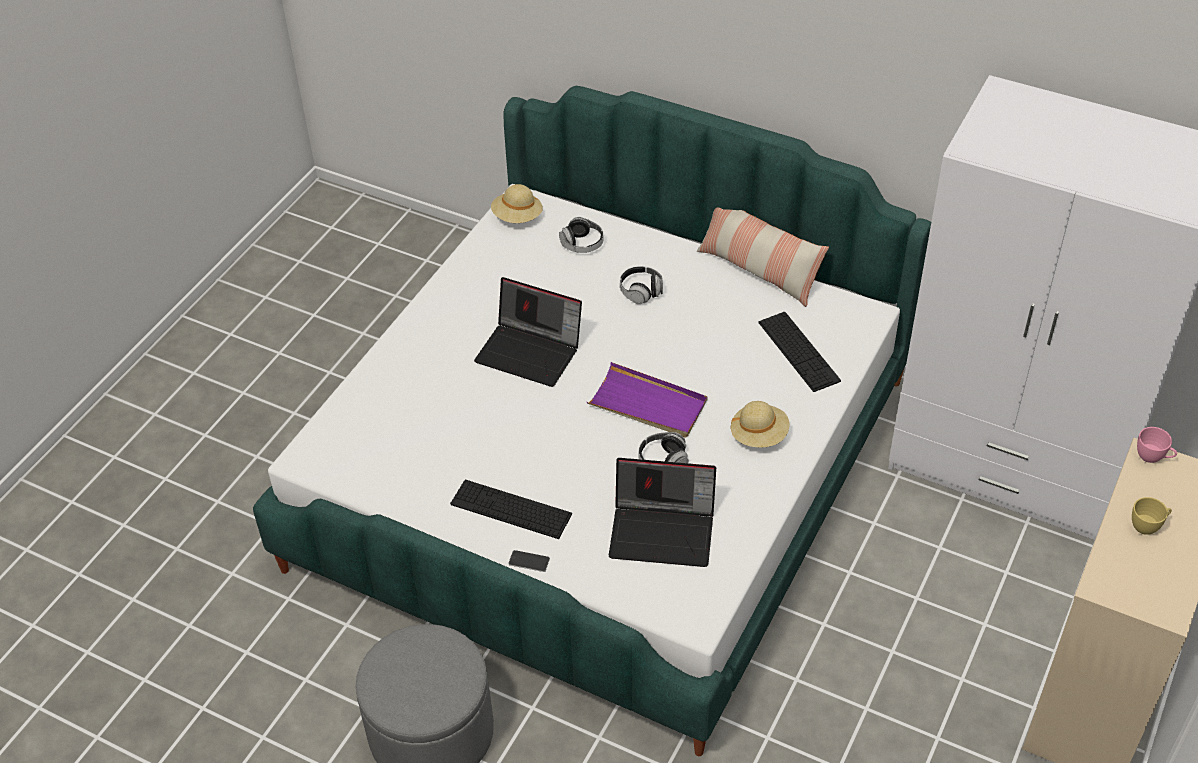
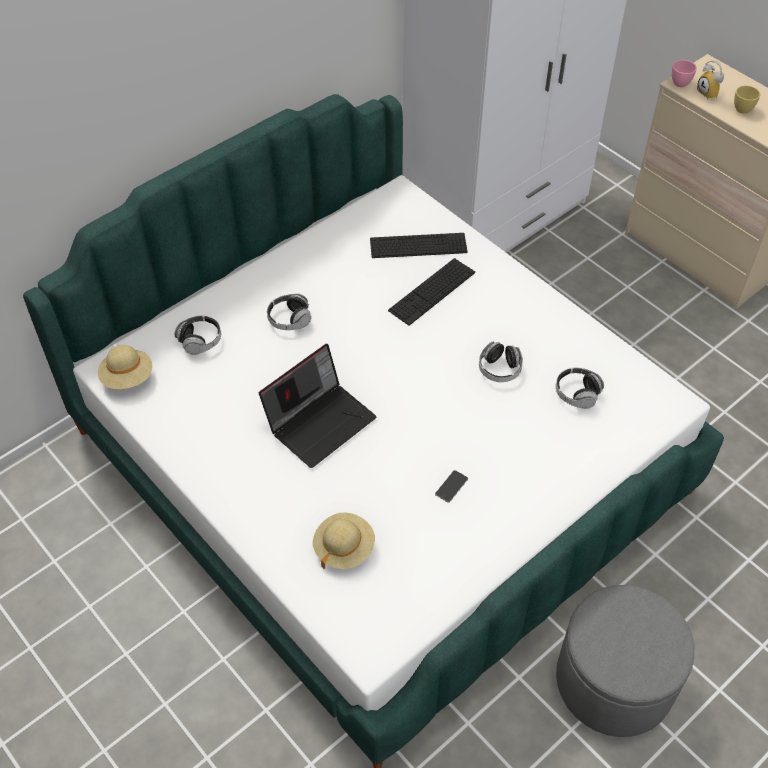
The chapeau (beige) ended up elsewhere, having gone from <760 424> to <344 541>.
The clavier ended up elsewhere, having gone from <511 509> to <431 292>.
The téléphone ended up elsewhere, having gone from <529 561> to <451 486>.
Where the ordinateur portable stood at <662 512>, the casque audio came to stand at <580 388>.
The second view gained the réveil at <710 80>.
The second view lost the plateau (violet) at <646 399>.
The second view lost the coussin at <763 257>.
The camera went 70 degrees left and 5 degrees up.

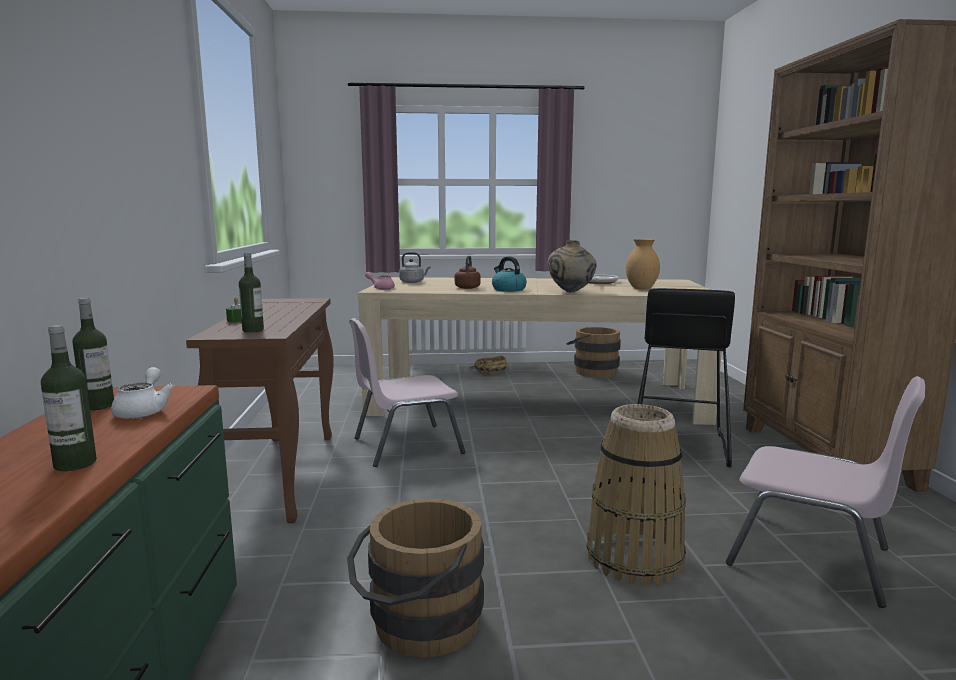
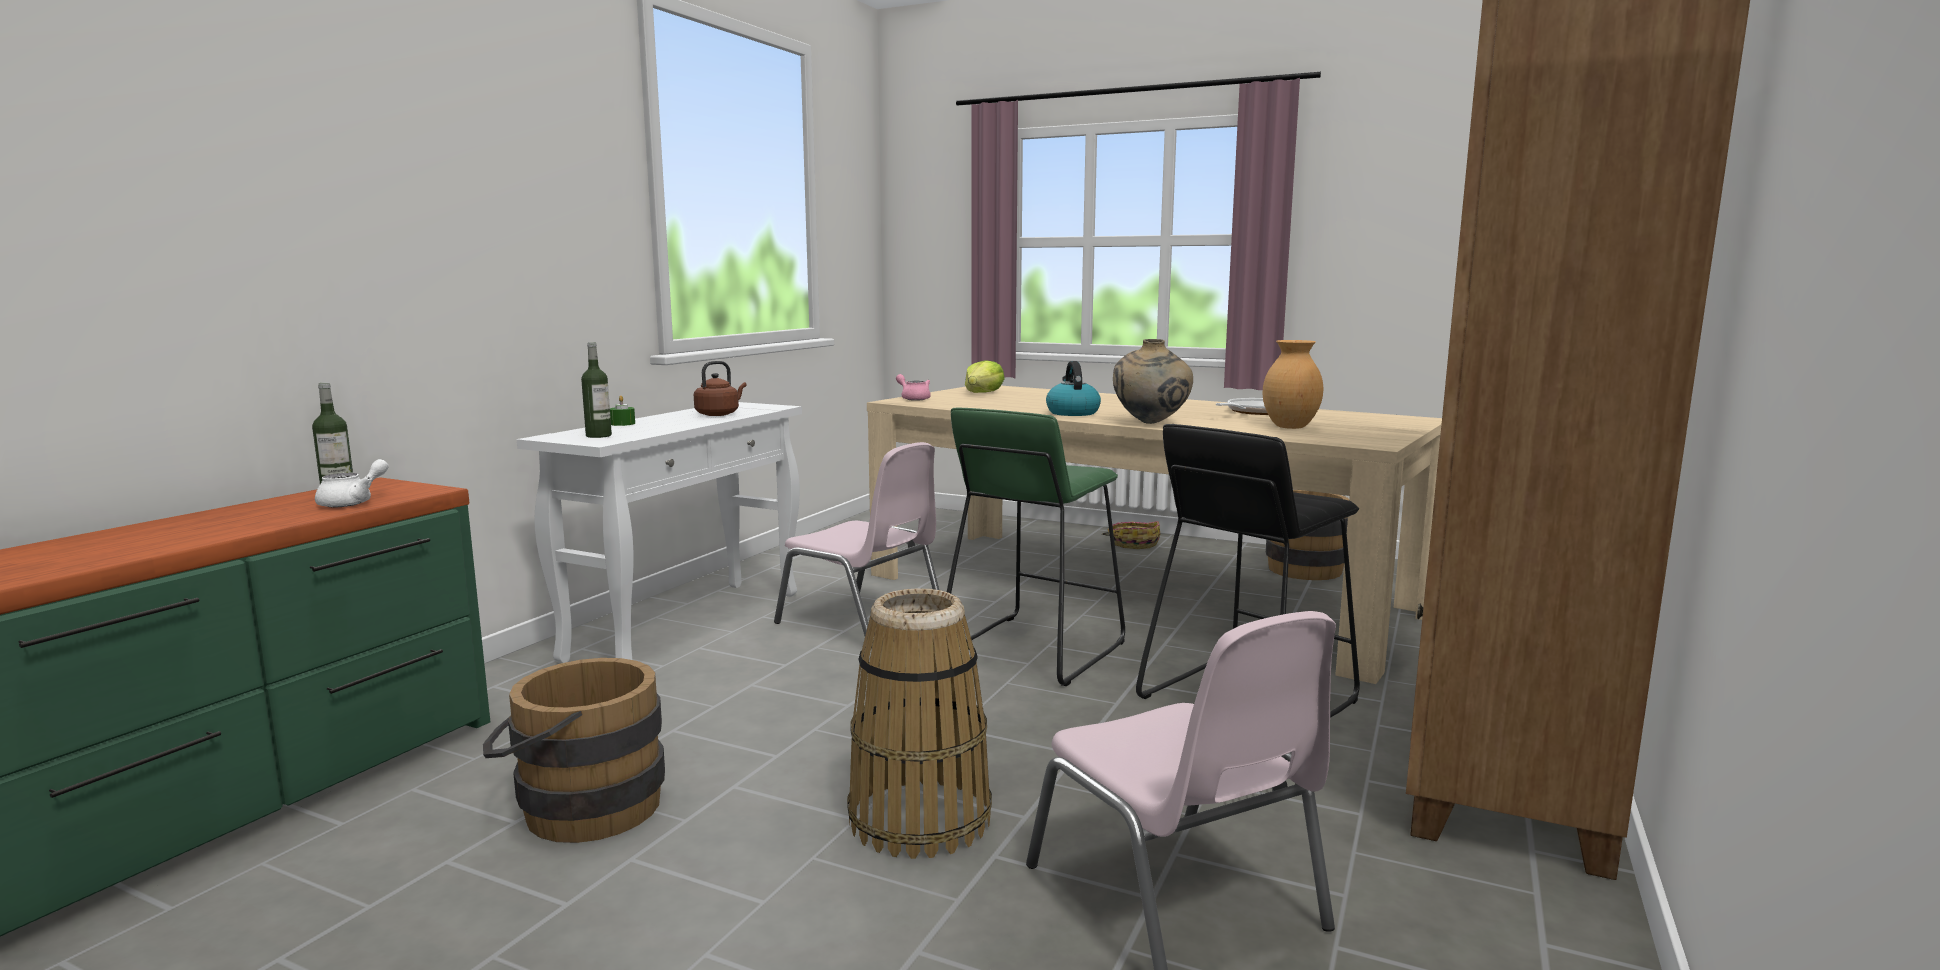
What was the table console (marron) at <260 410> turned into the table console (blanc) at <659 532>.
The bouilloire (marron) ended up elsewhere, having gone from <467 272> to <720 388>.
The chaise (rose) at <407 392> ended up facing another way, 150 degrees counterclockwise from before.
The second view gained the tabouret (vert) at <1036 546>.
Where the bouilloire (gris) stood at <415 267>, the laitue came to stand at <985 376>.
The second view lost the bouteille at <69 398>.
The camera went 30 degrees right and 0 degrees up.

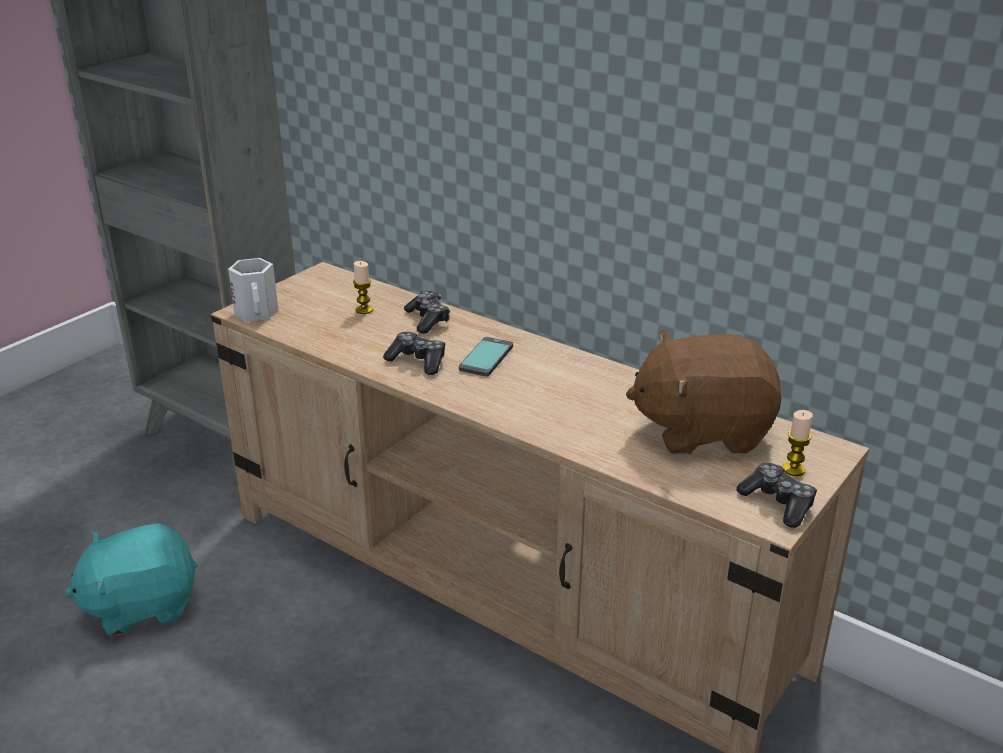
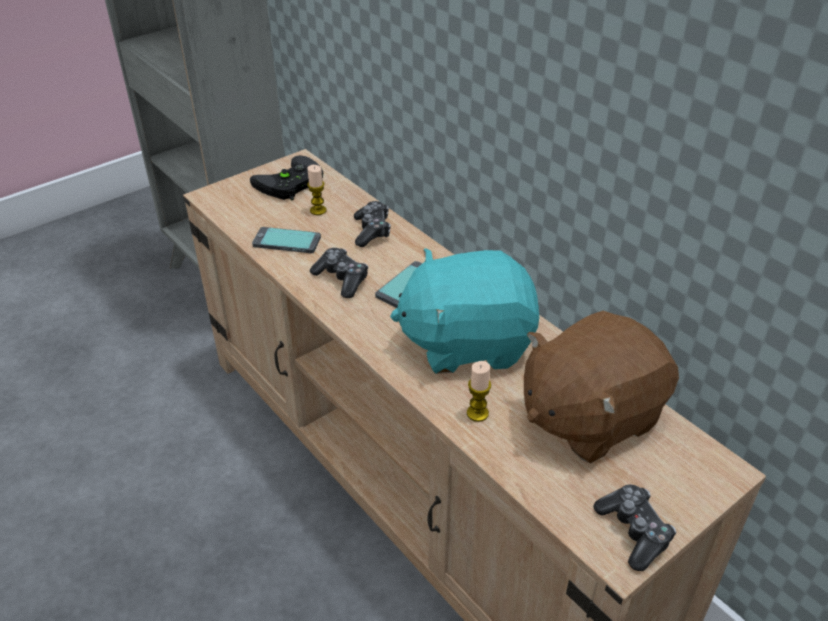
The second view gained the manette (noir) at <286 178>.
The second view gained the téléphone at <286 240>.
The peluche (turquoise) ended up elsewhere, having gone from <131 580> to <464 311>.
The bougie ended up elsewhere, having gone from <798 443> to <479 391>.
The peluche (marron) at <704 392> ended up facing another way, 45 degrees counterclockwise from before.
The second view lost the mug (blanc) at <253 290>.
The camera went 15 degrees right and 10 degrees up.

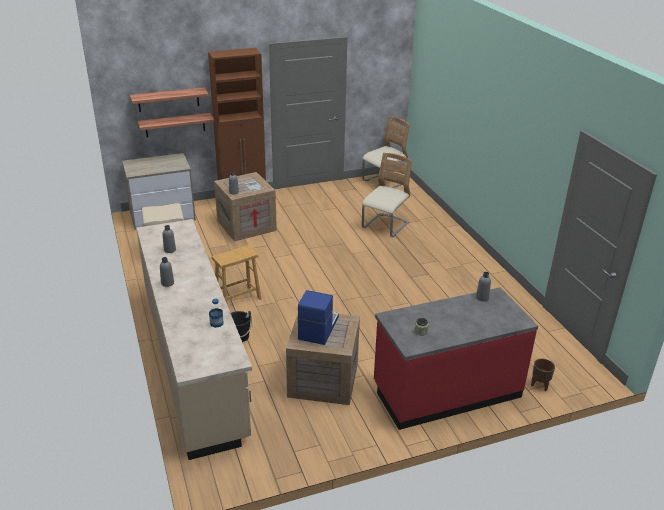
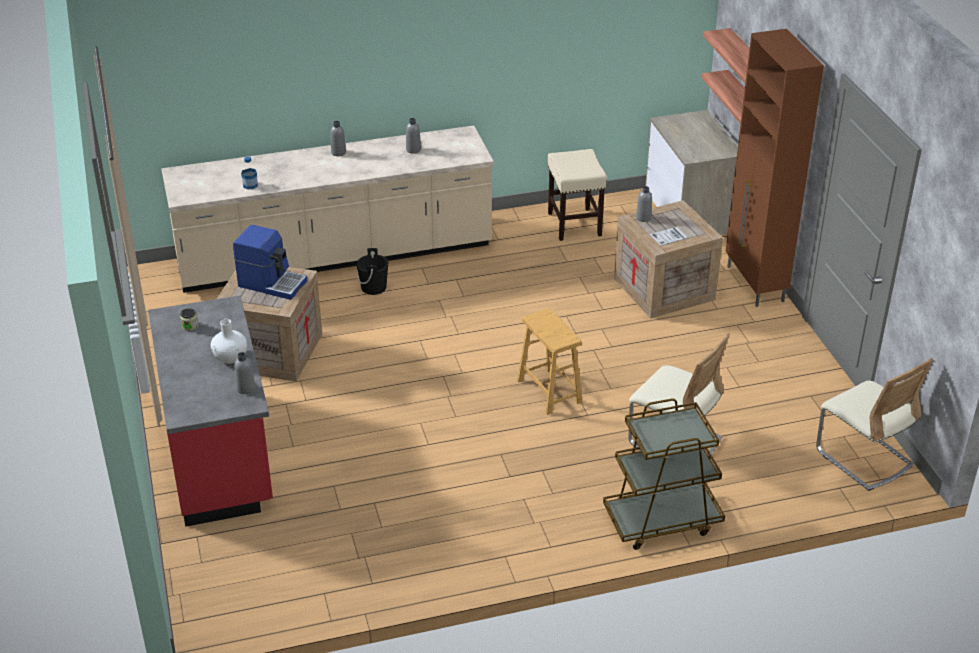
The second view gained the vase (blanc) at <229 341>.
The tabouret (marron) ended up elsewhere, having gone from <237 275> to <549 361>.
The second view gained the chariot (marron) at <664 474>.
The second view lost the cache-pot (marron) at <543 375>.
The camera went 95 degrees right and 5 degrees up.

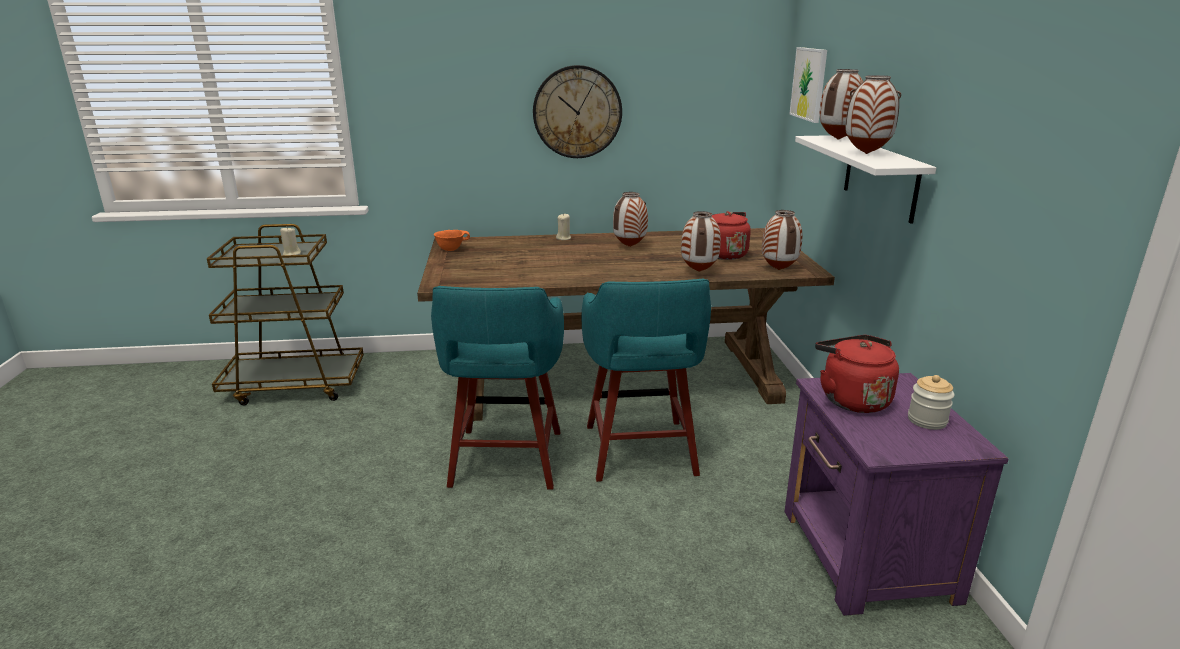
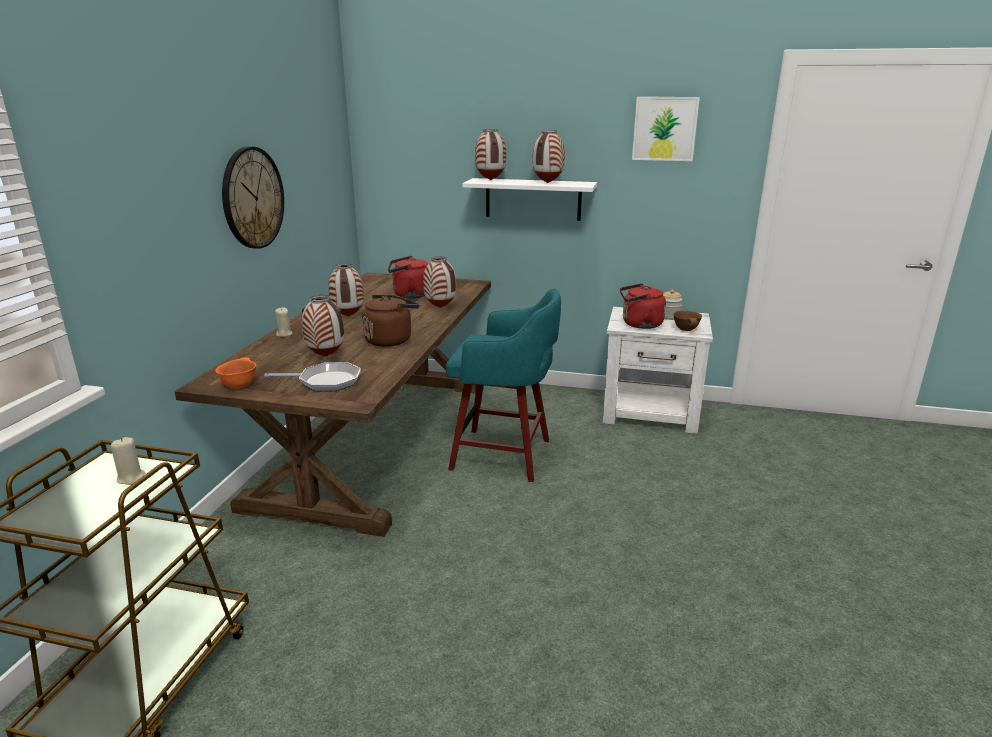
The second view gained the poêle at <312 376>.
The vase ended up elsewhere, having gone from <782 240> to <323 326>.
The second view gained the bouilloire (marron) at <391 321>.
What was the table de chevet (violet) at <896 494> turned into the table de chevet (blanc) at <658 370>.
The tableau ended up elsewhere, having gone from <808 85> to <666 129>.
The second view gained the bol (marron) at <687 321>.
The second view lost the tabouret (turquoise) at <497 387>.
The camera went 70 degrees left and 0 degrees up.

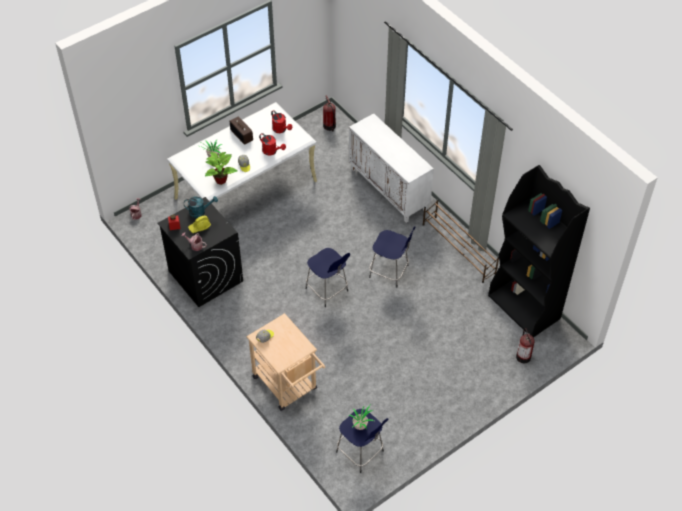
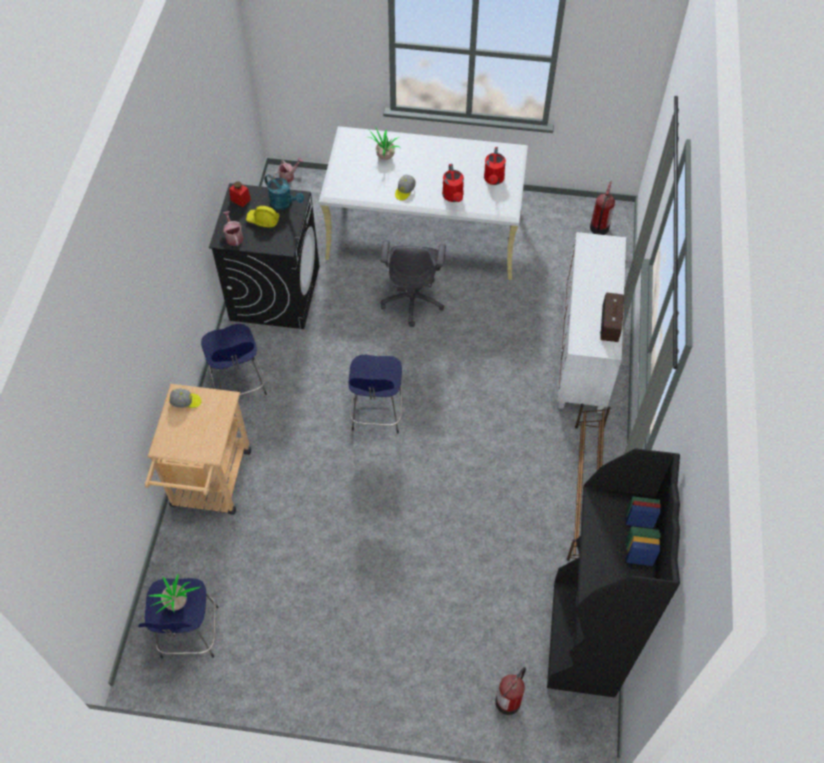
The tabouret (bleu) ended up elsewhere, having gone from <392 256> to <234 359>.
The second view gained the chaise de bureau (gris) at <413 283>.
The radio ended up elsewhere, having gone from <241 130> to <612 317>.
The second view lost the plante en pot at <221 168>.
The camera went 45 degrees right and 5 degrees up.

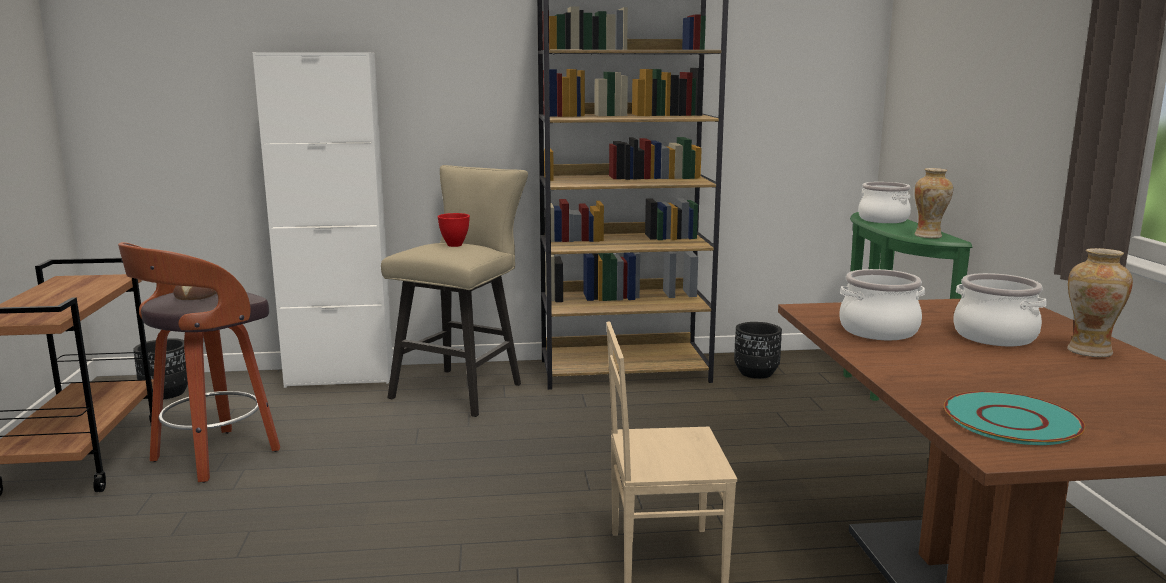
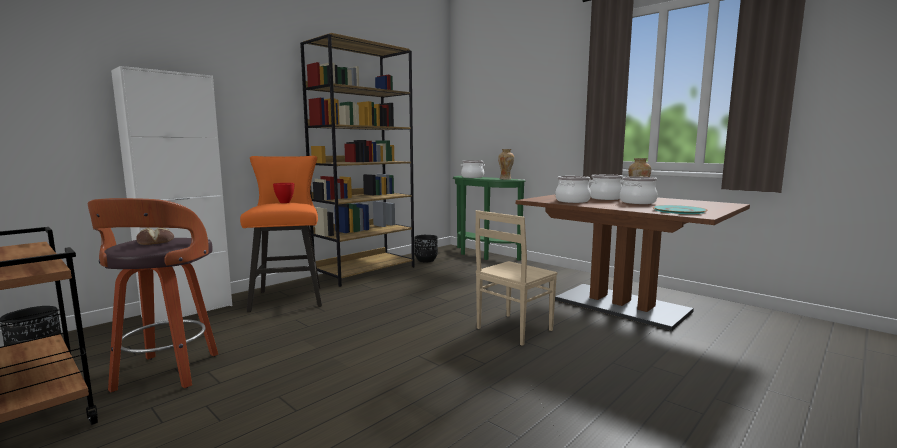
What was the tabouret (beige) at <454 291> turned into the tabouret (orange) at <281 234>.
The second view gained the marmite at <639 190>.
The camera went 40 degrees left and 5 degrees down.

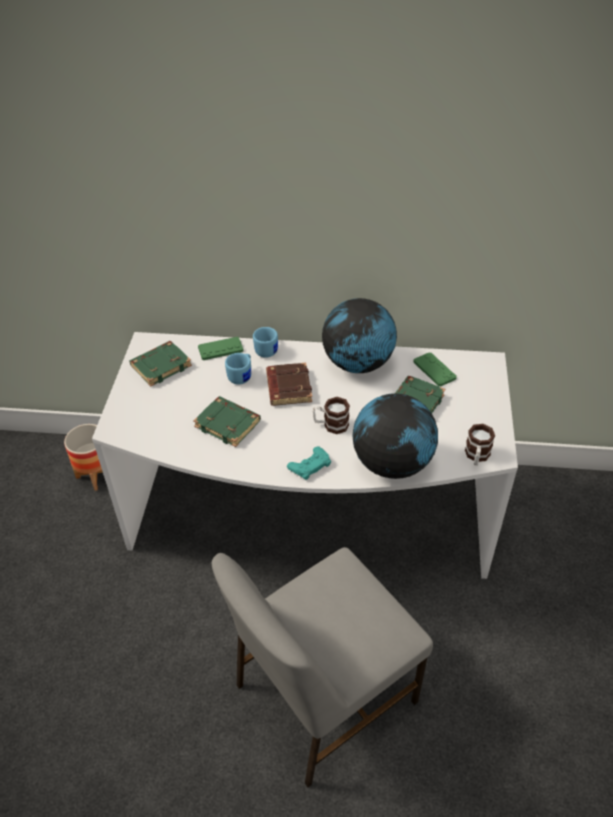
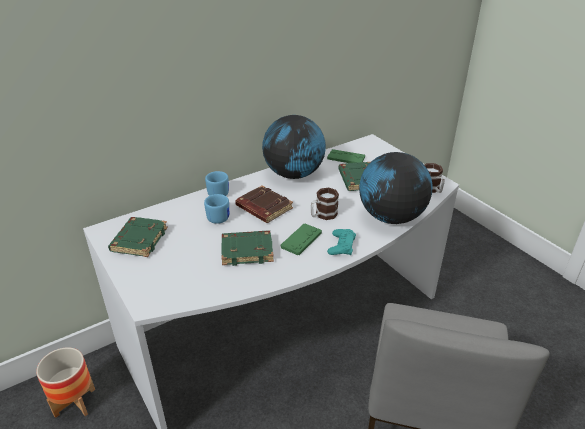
The manette (vert) ended up elsewhere, having gone from <221 348> to <301 239>.
The camera went 40 degrees left and 10 degrees down.

